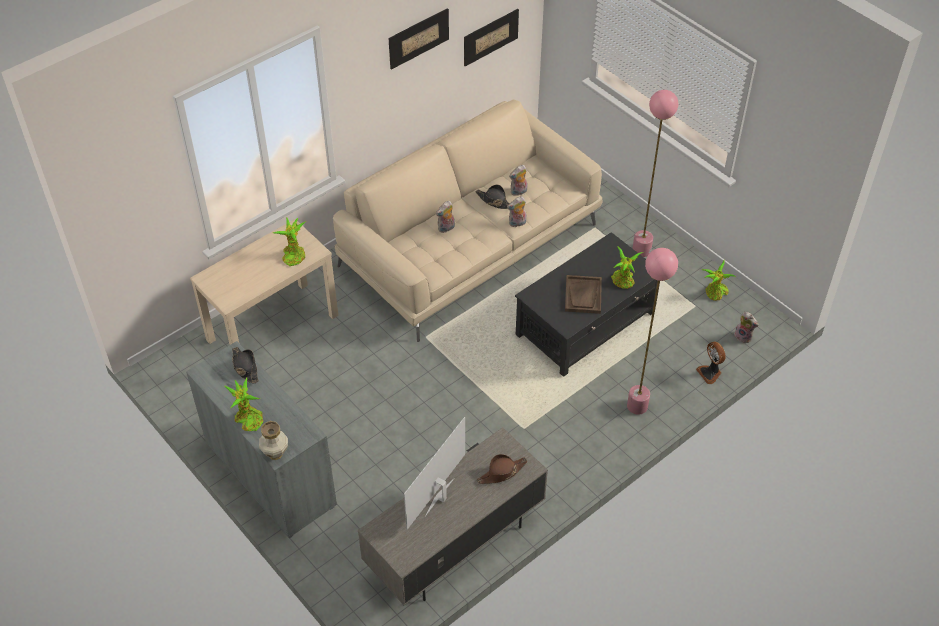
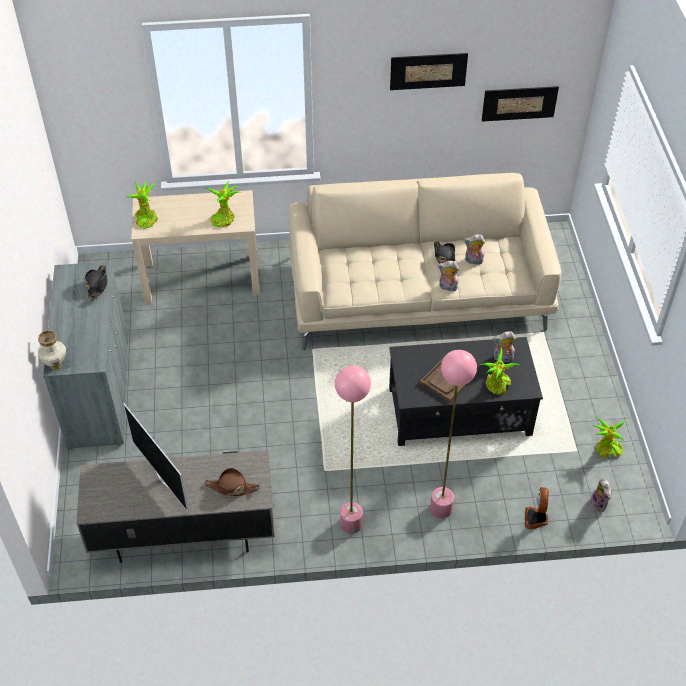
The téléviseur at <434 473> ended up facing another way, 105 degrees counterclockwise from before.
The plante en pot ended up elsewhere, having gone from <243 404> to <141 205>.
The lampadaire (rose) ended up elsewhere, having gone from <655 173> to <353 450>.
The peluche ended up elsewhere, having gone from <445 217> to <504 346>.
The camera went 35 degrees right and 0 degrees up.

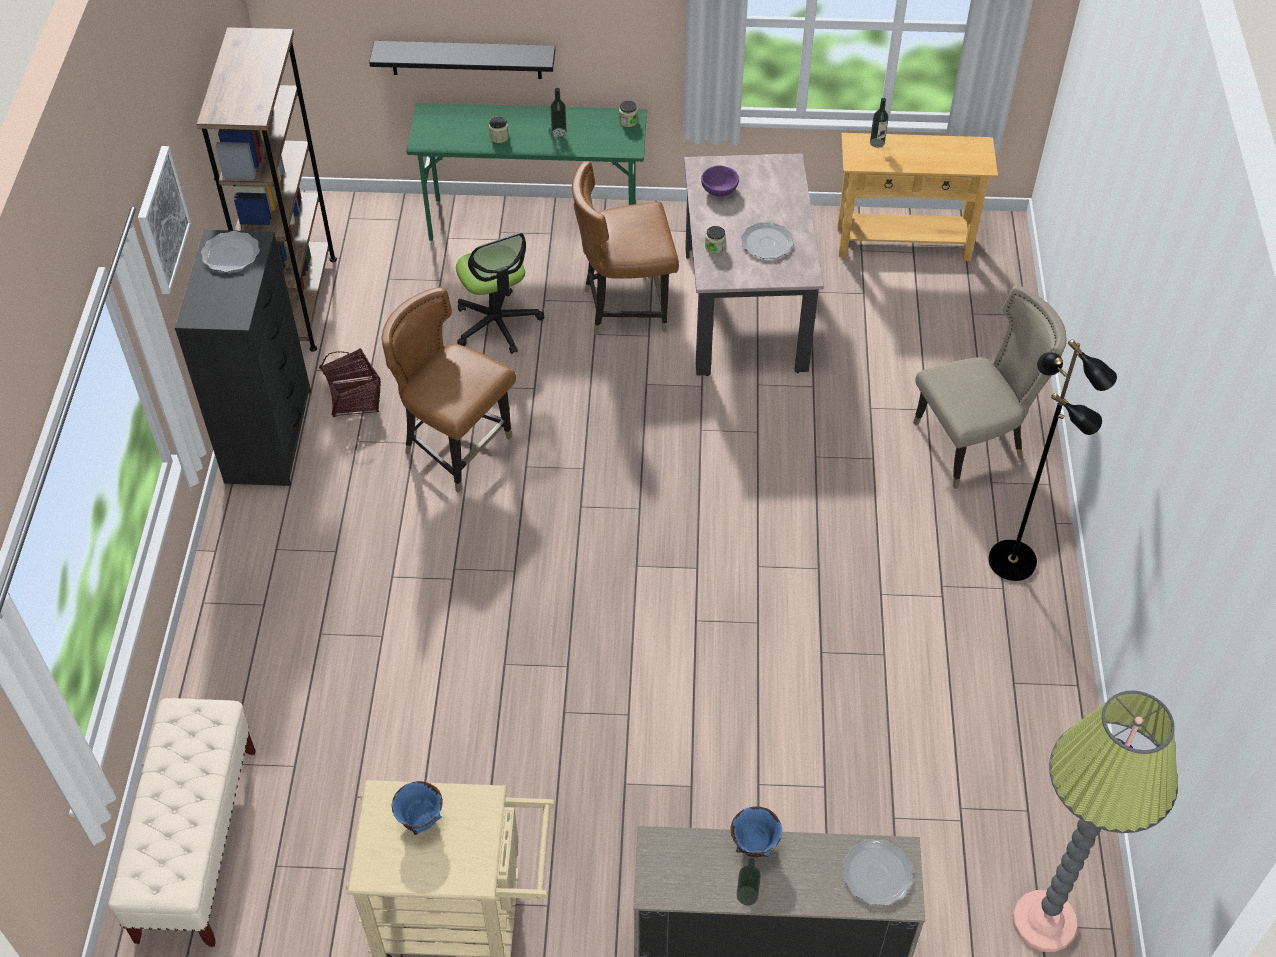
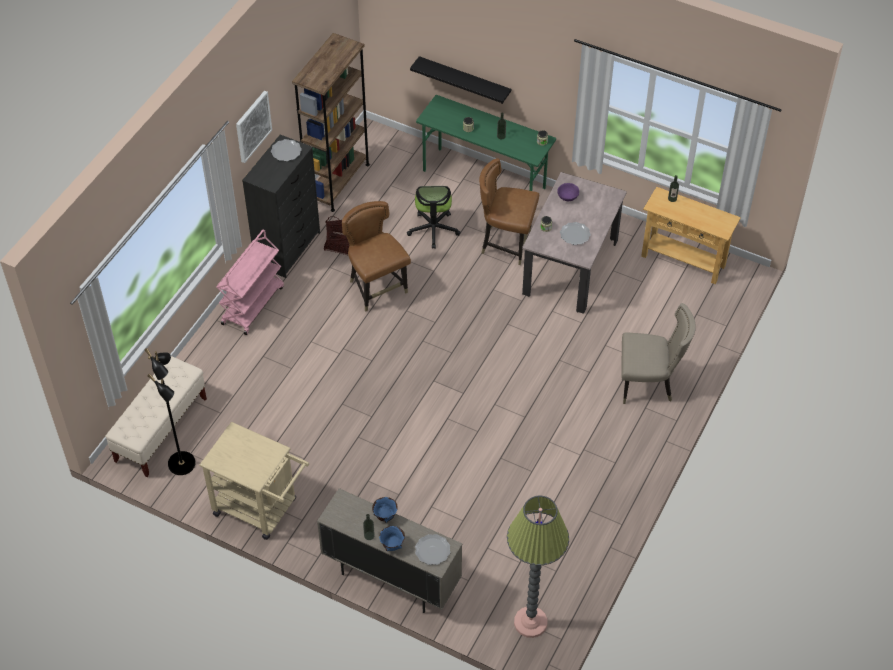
The lampadaire (noir) ended up elsewhere, having gone from <1052 460> to <170 411>.
The second view gained the chariot (rose) at <250 282>.
The bol (bleu) ended up elsewhere, having gone from <417 808> to <392 538>.
The camera went 25 degrees right and 0 degrees up.

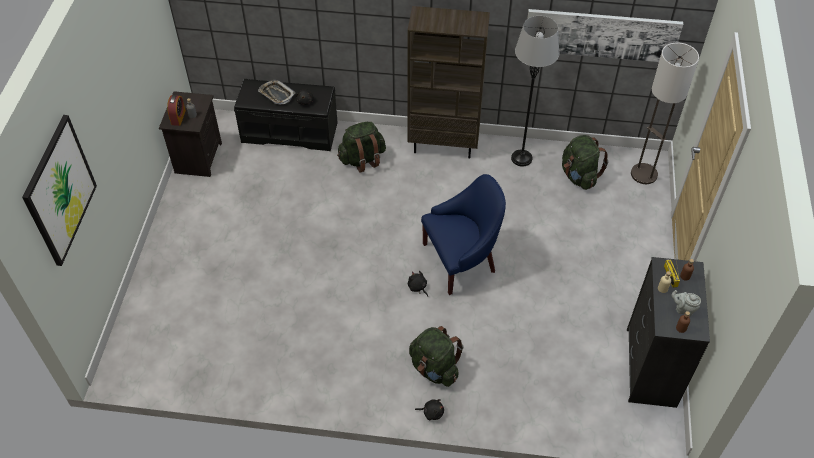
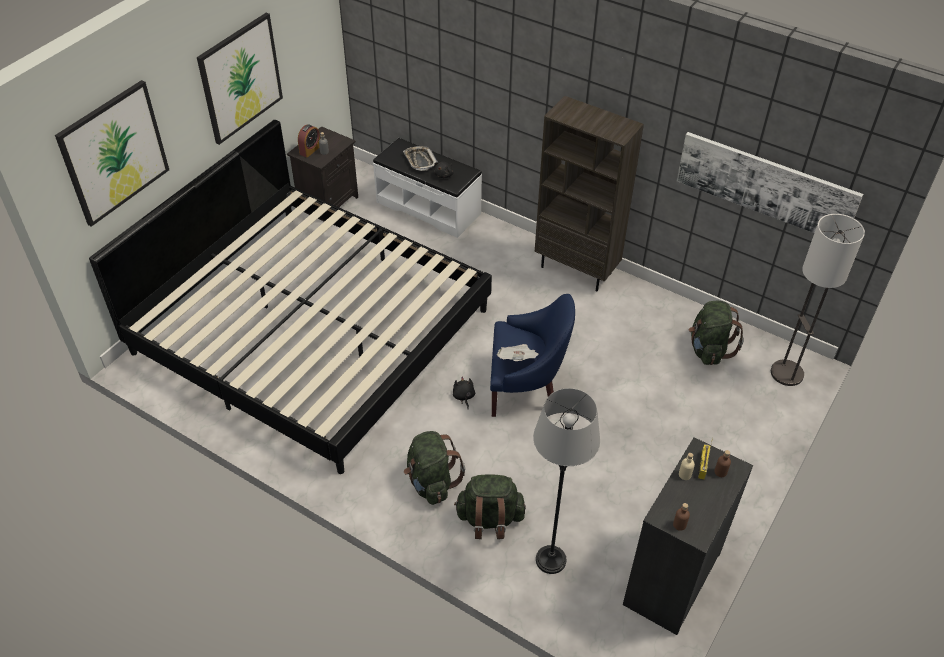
The second view gained the lit at <290 297>.
The second view gained the tableau at <240 79>.
What was the banc (noir) at <286 115> turned into the banc (blanc) at <427 188>.
The sac à dos (vert) ended up elsewhere, having gone from <361 147> to <490 506>.
The second view gained the journal at <518 352>.
The lampadaire (gris) ended up elsewhere, having gone from <535 91> to <566 481>.
The second view lost the peluche (noir) at <429 409>.
The second view lost the théière (gris) at <686 303>.
The camera went 25 degrees right and 5 degrees down.

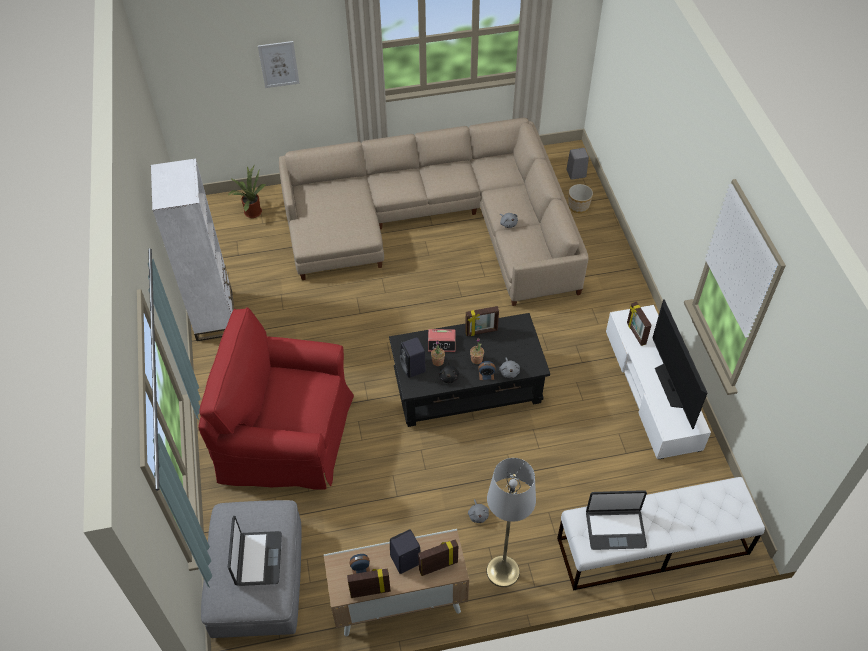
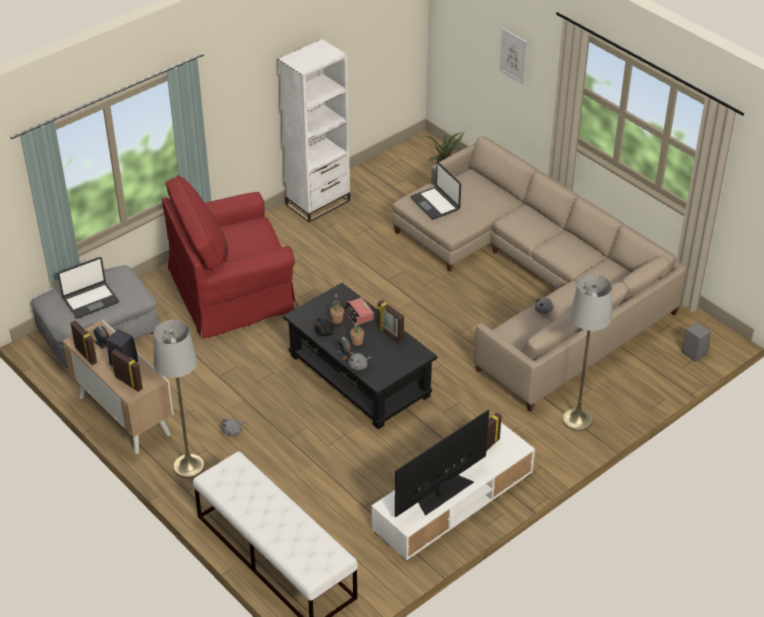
The fauteuil (rouge) at <276 398> ended up facing another way, 90 degrees counterclockwise from before.
The ordinateur portable ended up elsewhere, having gone from <616 520> to <435 190>.
The second view gained the lampadaire (gris) at <587 353>.
The second view lost the enceinte (noir) at <413 357>.
The second view lost the cache-pot at <580 198>.
The camera went 60 degrees right and 10 degrees down.

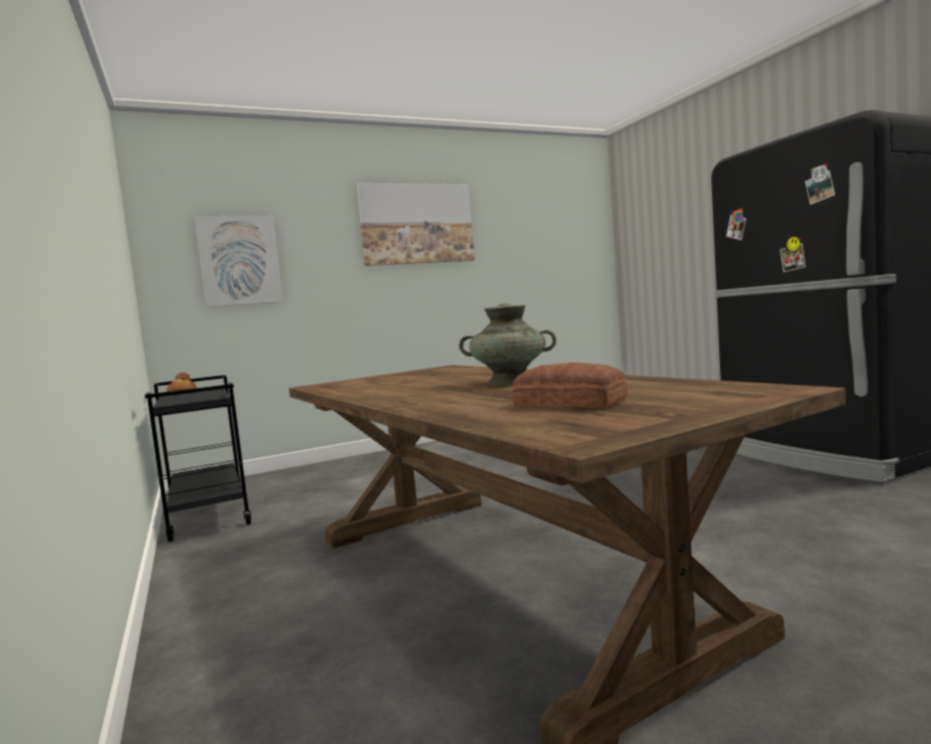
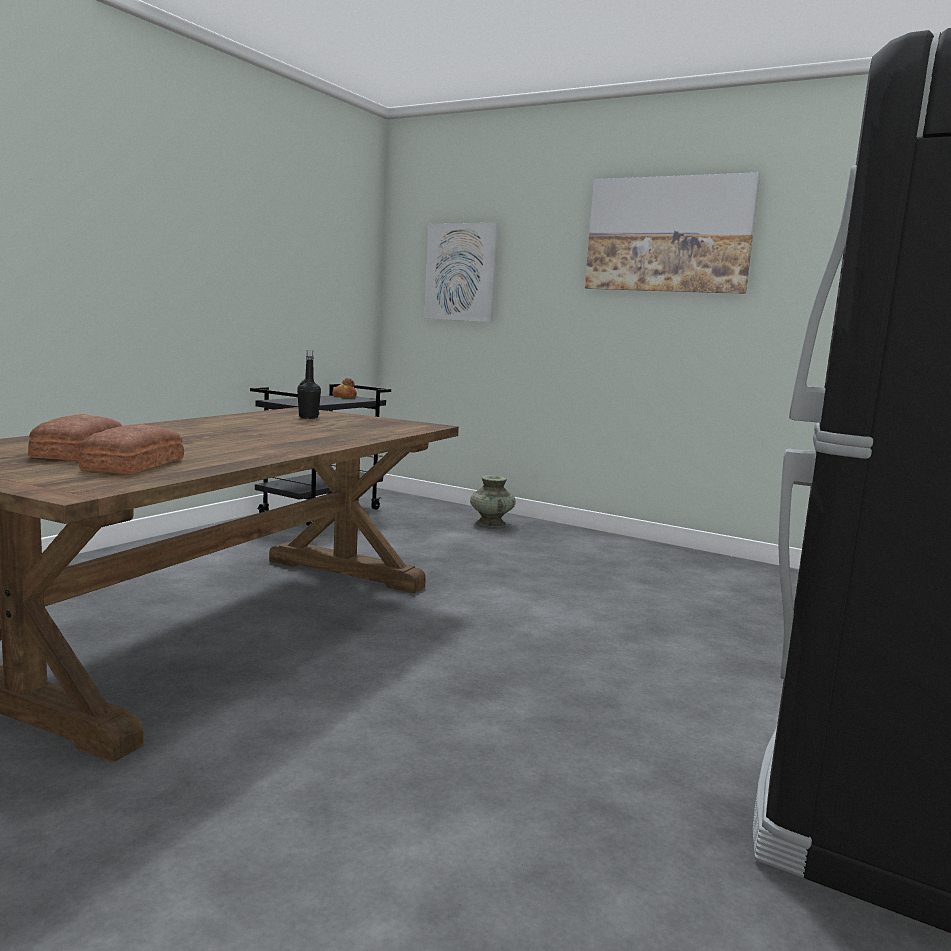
The second view gained the pain at <131 449>.
The second view gained the bouteille (noir) at <309 384>.
The vase (turquoise) ended up elsewhere, having gone from <507 344> to <493 501>.
The camera went 55 degrees right and 5 degrees up.

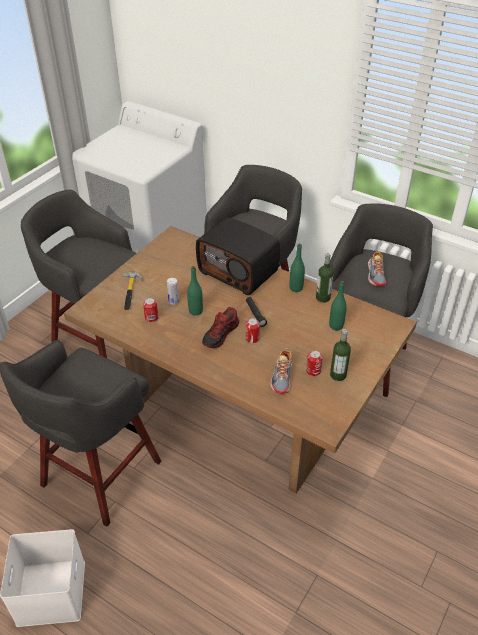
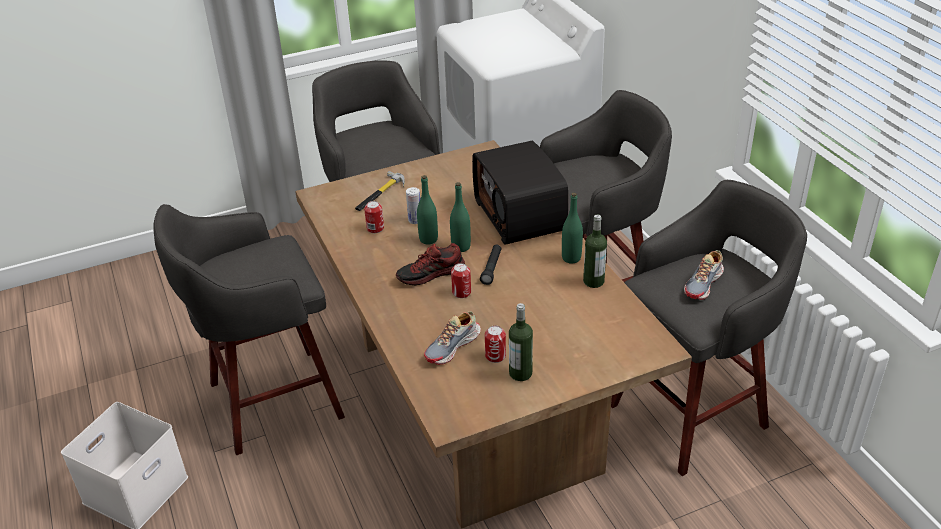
The bouteille (vert) ended up elsewhere, having gone from <338 305> to <460 217>.
The camera went 35 degrees right and 5 degrees down.

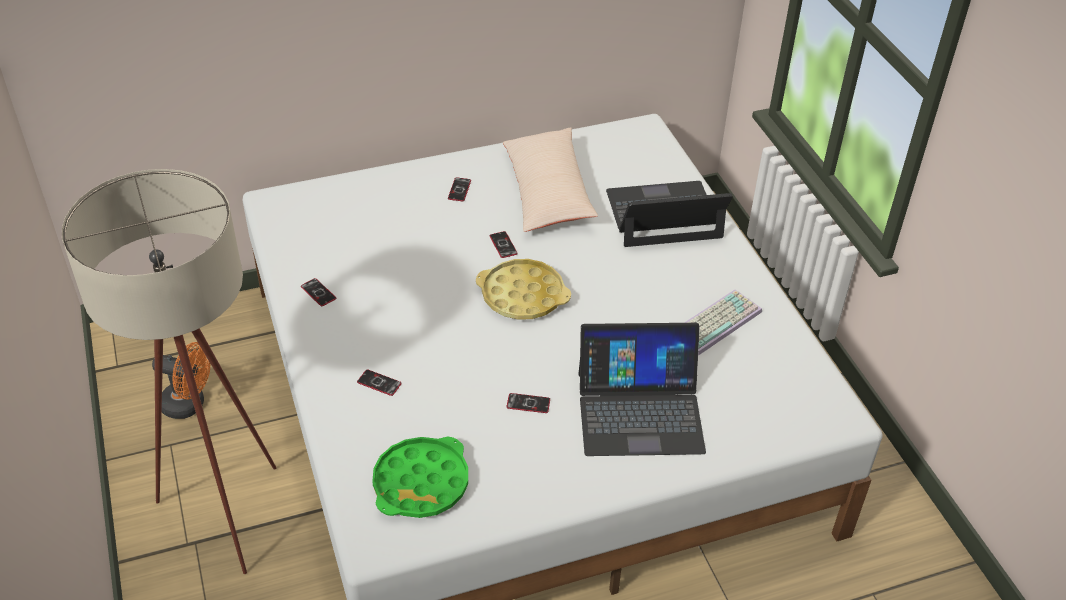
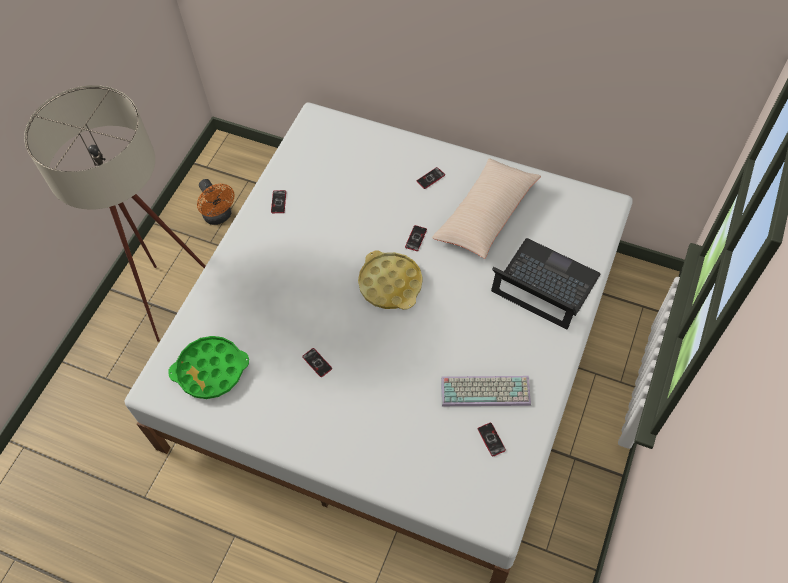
The téléphone ended up elsewhere, having gone from <379 383> to <492 440>.
The second view lost the ordinateur portable at <642 389>.
The camera went 45 degrees right and 15 degrees up.

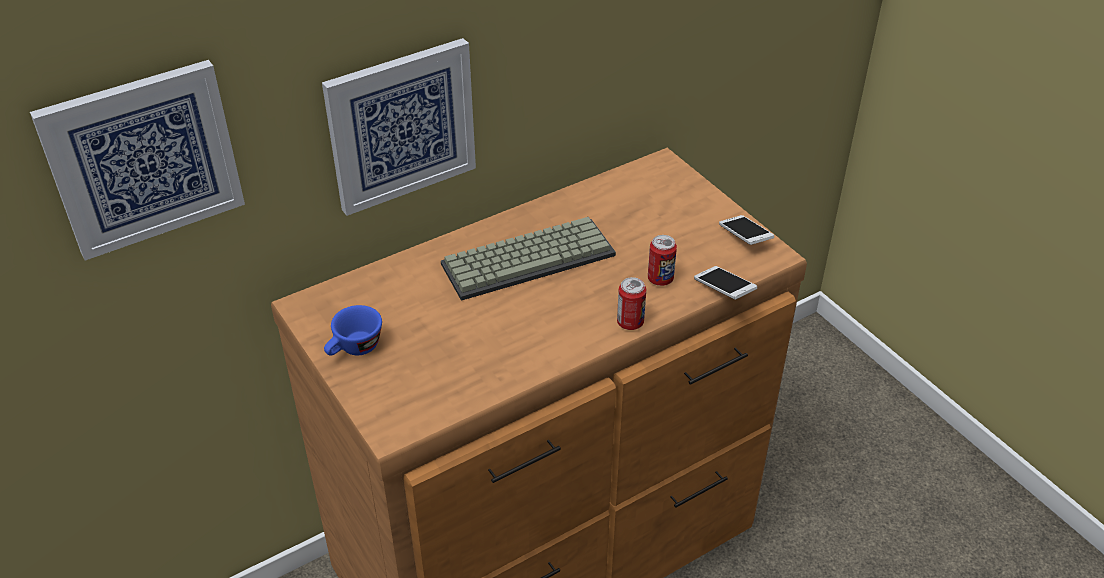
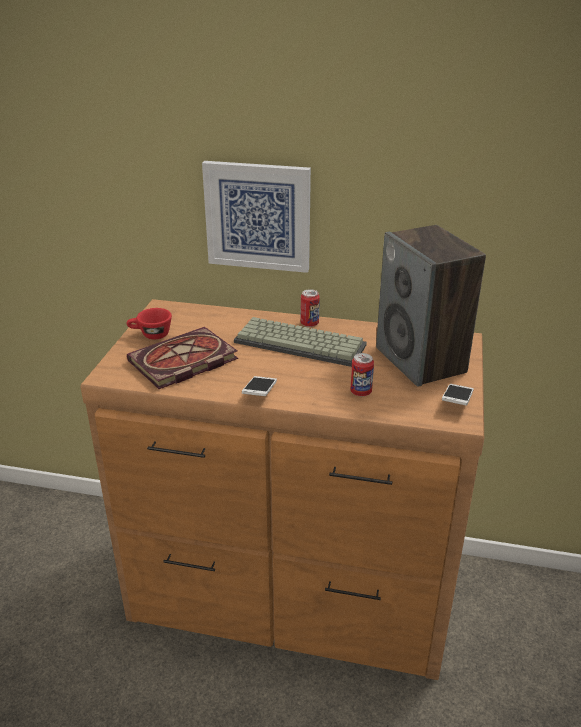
What was the tasse (bleu) at <353 330> turned into the tasse (rouge) at <149 323>.
The second view gained the livre at <182 358>.
The téléphone ended up elsewhere, having gone from <725 283> to <259 386>.
The boîte métallique ended up elsewhere, having gone from <631 303> to <310 308>.
The second view gained the enceinte at <431 306>.
The second view lost the tableau at <137 160>.
The camera went 45 degrees right and 10 degrees down.

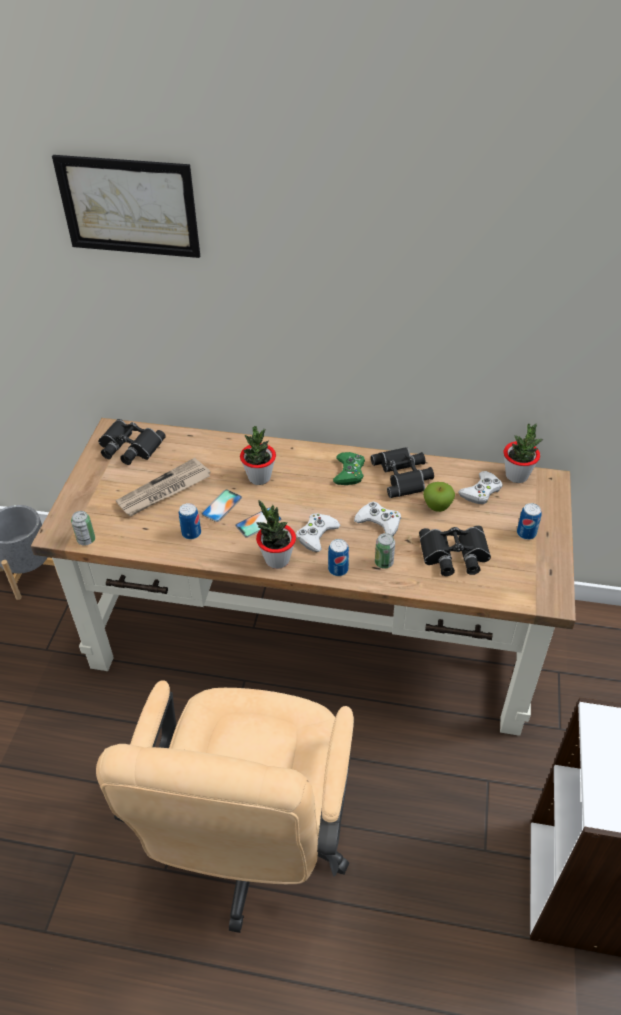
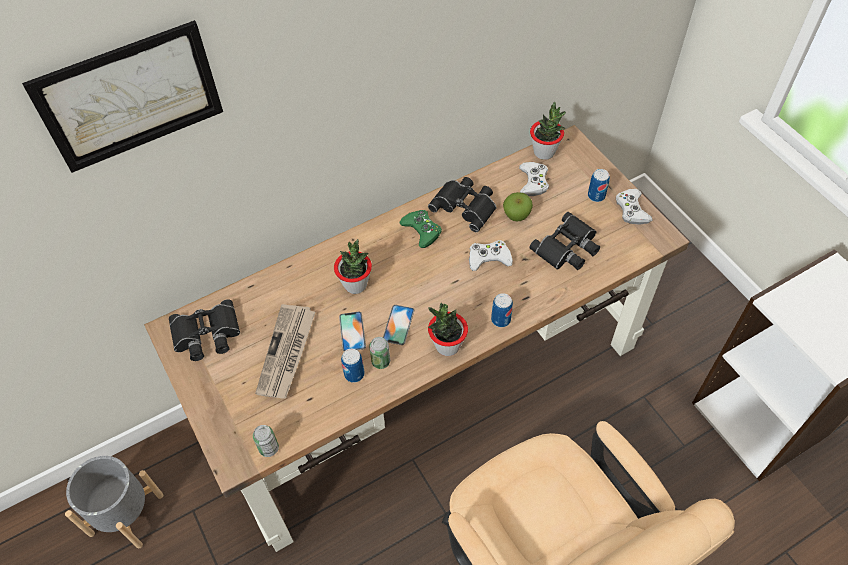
The boîte métallique ended up elsewhere, having gone from <385 551> to <379 353>.
The manette (blanc) ended up elsewhere, having gone from <318 532> to <634 207>.
The camera went 40 degrees left and 10 degrees up.

